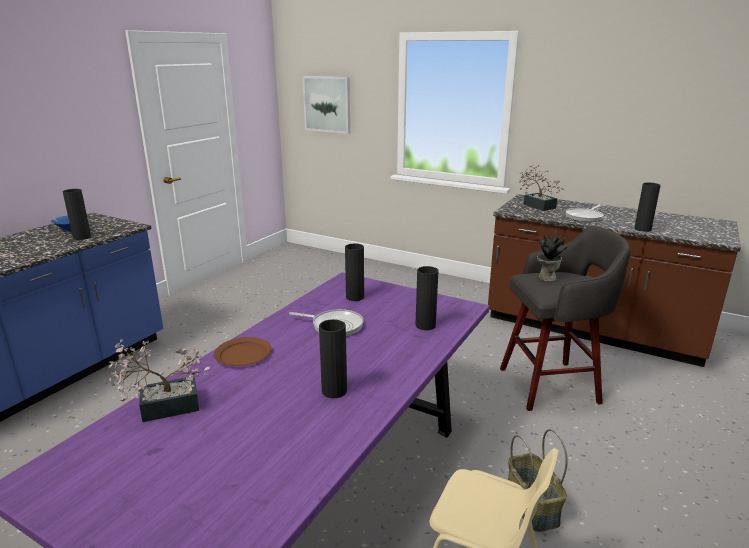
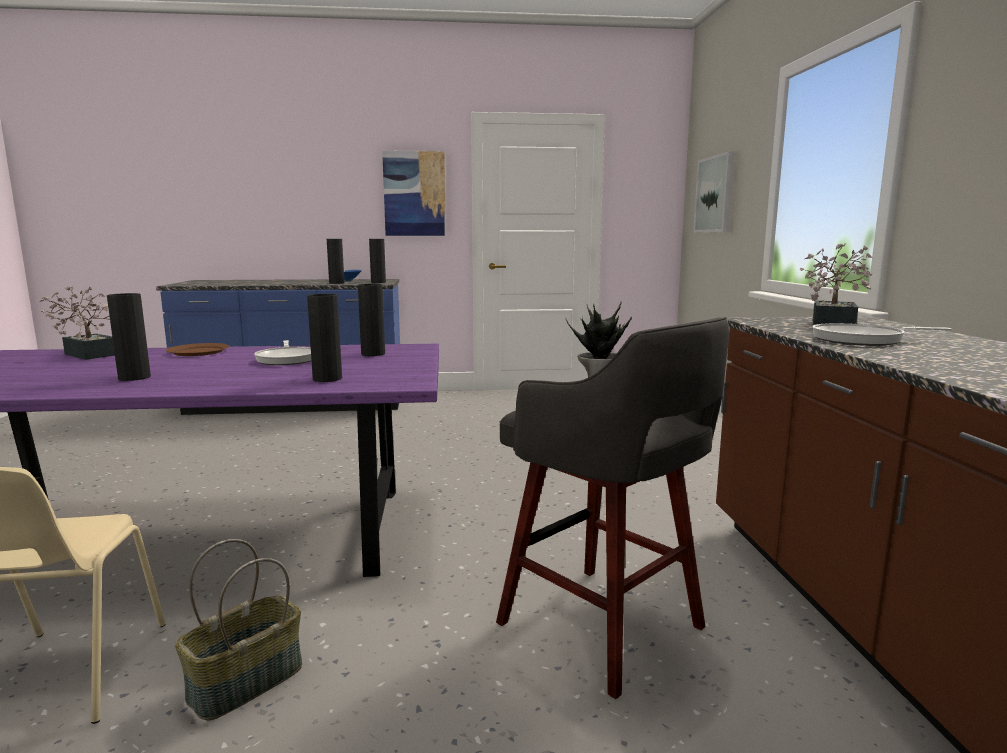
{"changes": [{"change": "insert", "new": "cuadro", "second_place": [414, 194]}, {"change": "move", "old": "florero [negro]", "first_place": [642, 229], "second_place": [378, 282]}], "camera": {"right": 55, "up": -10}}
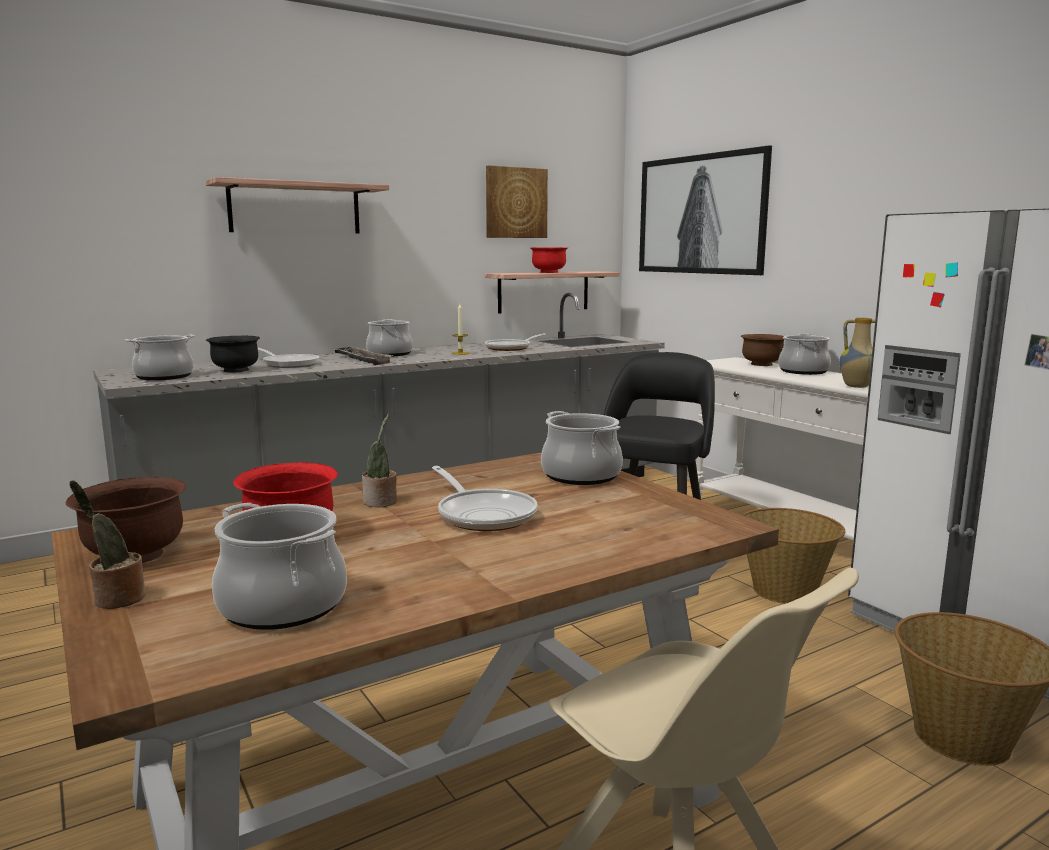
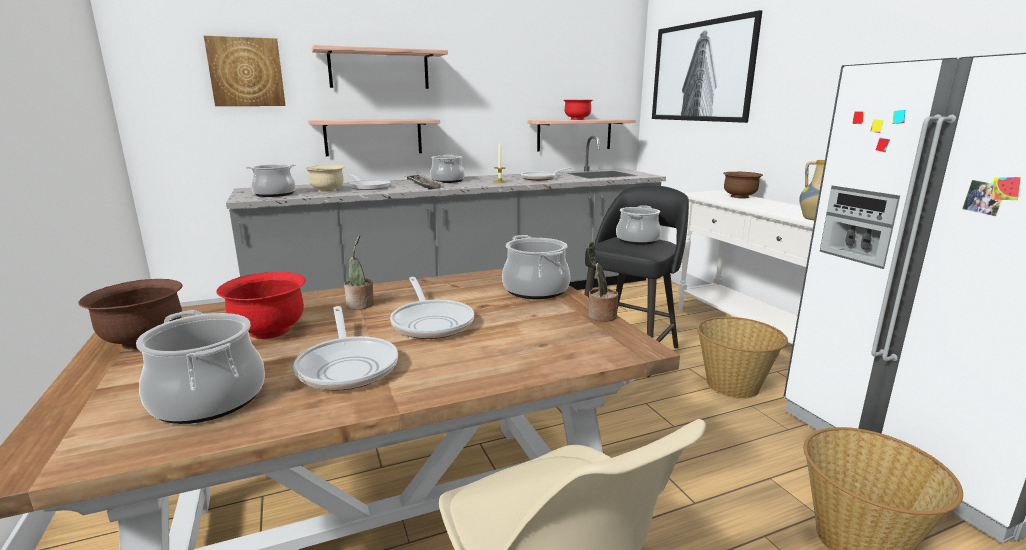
{"changes": [{"change": "insert", "new": "sartén", "second_place": [348, 366]}, {"change": "insert", "new": "estante", "second_place": [373, 137]}, {"change": "move", "old": "planta en maceta", "first_place": [116, 599], "second_place": [600, 316]}, {"change": "move", "old": "cuadro", "first_place": [515, 203], "second_place": [246, 72]}, {"change": "move", "old": "olla", "first_place": [803, 371], "second_place": [637, 240]}, {"change": "recolor", "old": "cuenco [negro]", "new": "cuenco [beis]", "first_place": [235, 370], "second_place": [327, 191]}], "camera": {"right": 10, "up": 5}}
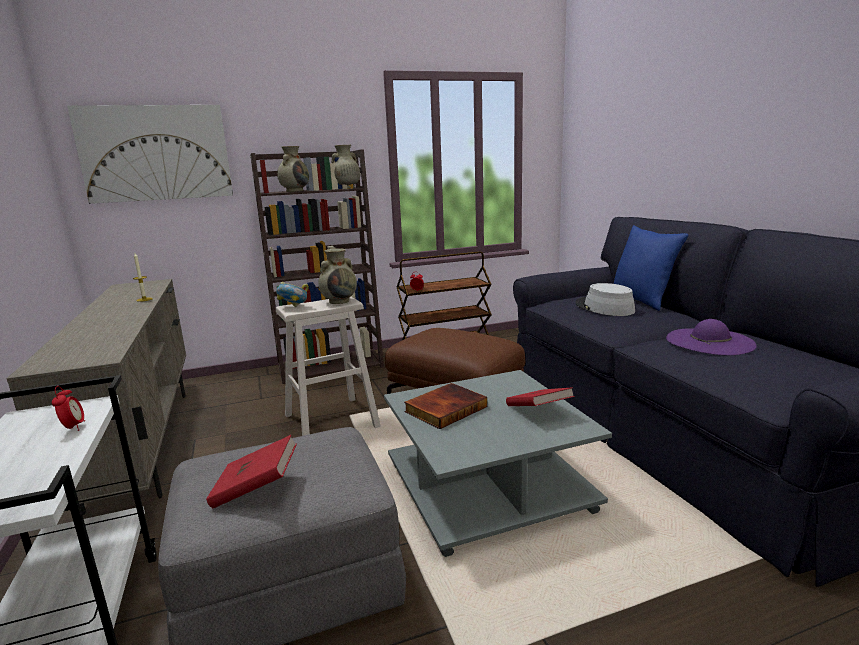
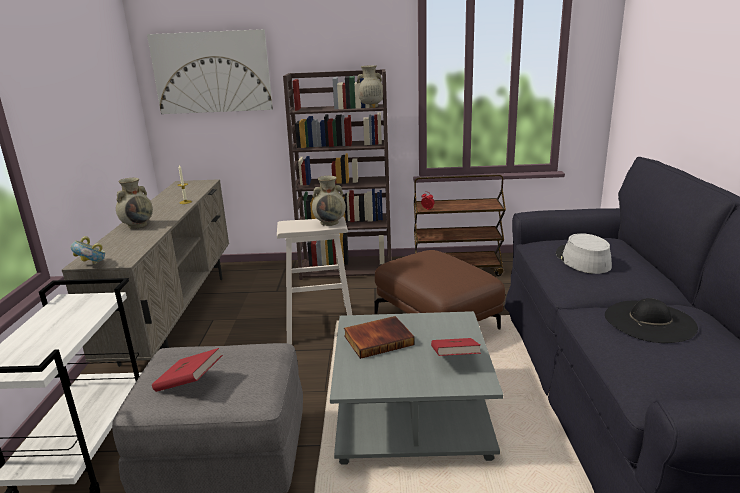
{"changes": [{"change": "delete", "old": "despertador", "first_place": [73, 427]}, {"change": "delete", "old": "cojín [azul]", "first_place": [642, 301]}, {"change": "move", "old": "cuenco", "first_place": [293, 307], "second_place": [92, 265]}, {"change": "move", "old": "florero [beis]", "first_place": [295, 191], "second_place": [138, 225]}, {"change": "recolor", "old": "sombrero [morado]", "new": "sombrero [negro]", "first_place": [709, 341], "second_place": [649, 321]}], "camera": {"right": 20, "up": 5}}
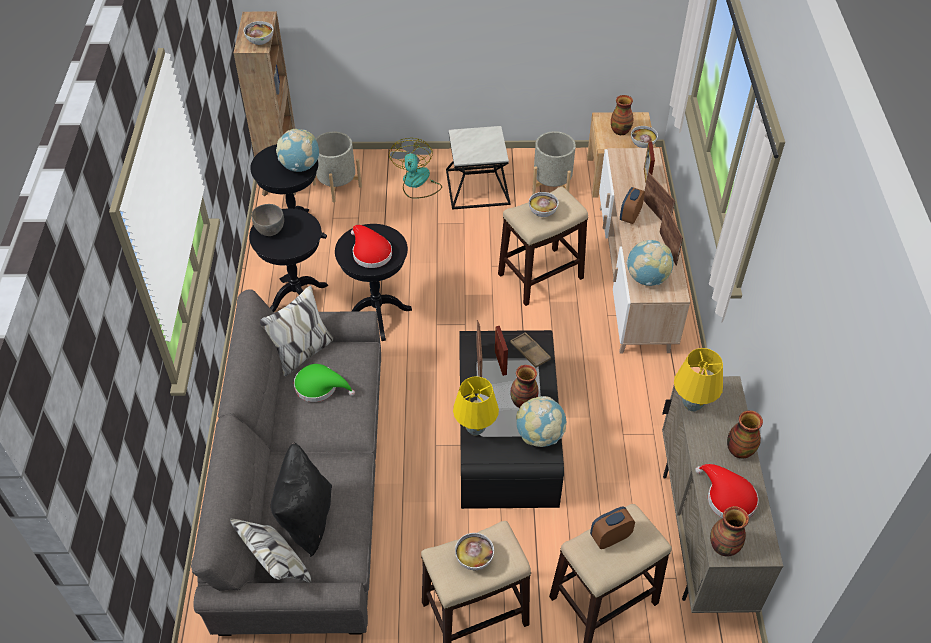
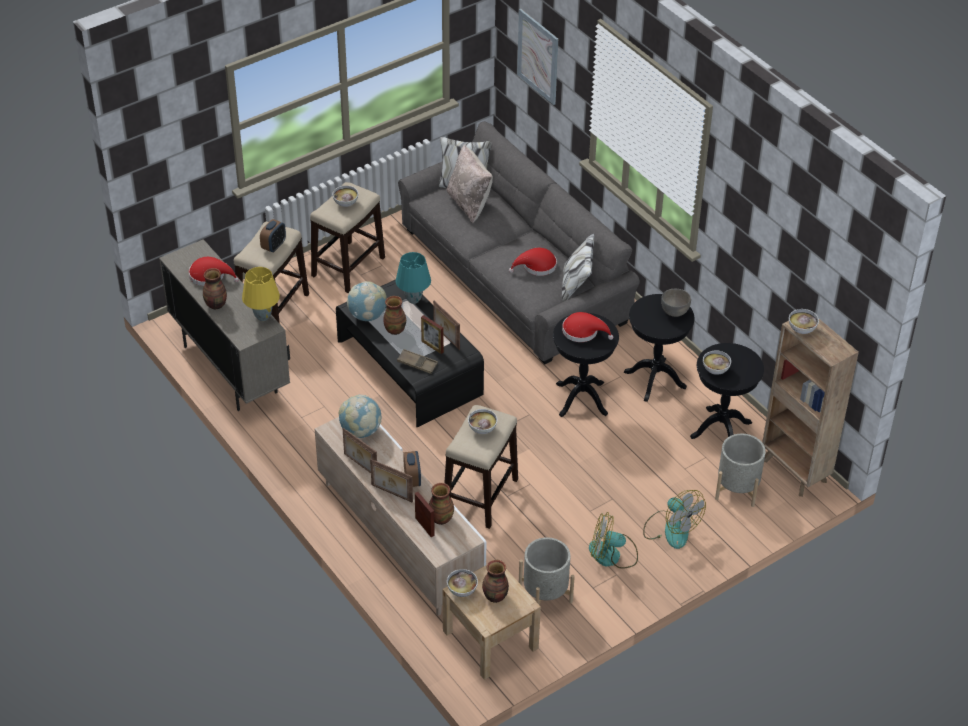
{"changes": [{"change": "insert", "new": "cuadro", "second_place": [538, 56]}, {"change": "move", "old": "florero", "first_place": [724, 547], "second_place": [440, 518]}, {"change": "replace", "old": "globo terráqueo", "new": "cuenco", "first_place": [300, 166], "second_place": [715, 370]}, {"change": "replace", "old": "mesa auxiliar", "new": "ventilador", "first_place": [478, 187], "second_place": [612, 555]}, {"change": "recolor", "old": "cojín [negro]", "new": "cojín [beis]", "first_place": [306, 518], "second_place": [469, 204]}, {"change": "recolor", "old": "sombrero [verde]", "new": "sombrero [rojo]", "first_place": [320, 386], "second_place": [536, 266]}, {"change": "recolor", "old": "lámpara de mesa [amarillo]", "new": "lámpara de mesa [turquesa]", "first_place": [476, 429], "second_place": [413, 300]}], "camera": {"right": 145, "up": -5}}
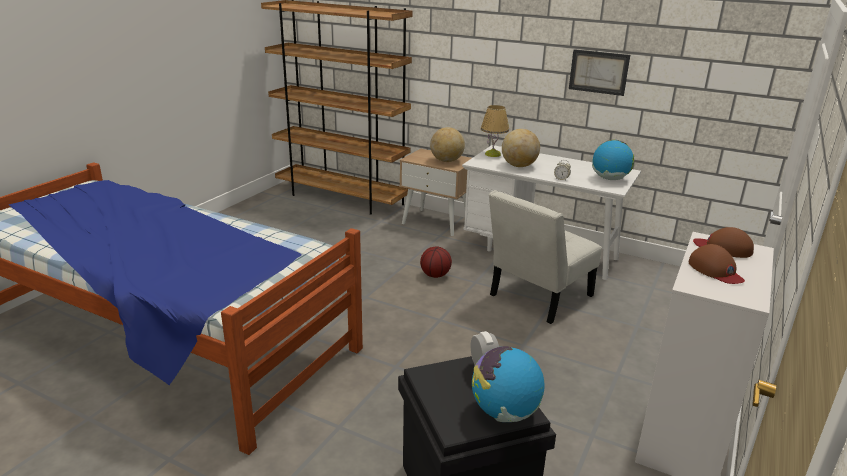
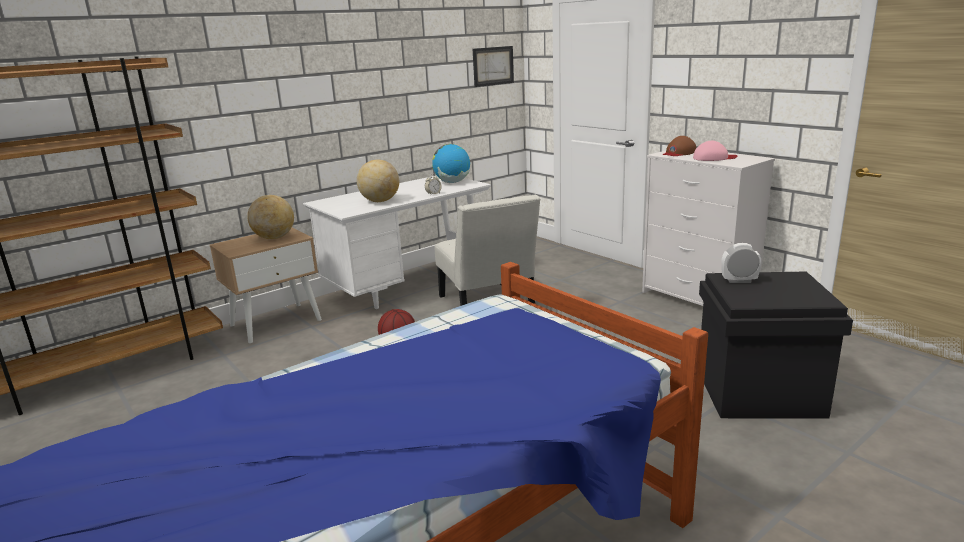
{"changes": [{"change": "delete", "old": "globo terráqueo", "first_place": [504, 412]}, {"change": "delete", "old": "lámpara de mesa", "first_place": [493, 154]}, {"change": "move", "old": "cuadro", "first_place": [598, 72], "second_place": [493, 66]}, {"change": "recolor", "old": "gorra [marrón]", "new": "gorra [rosa]", "first_place": [715, 270], "second_place": [714, 158]}], "camera": {"right": -65, "up": -5}}
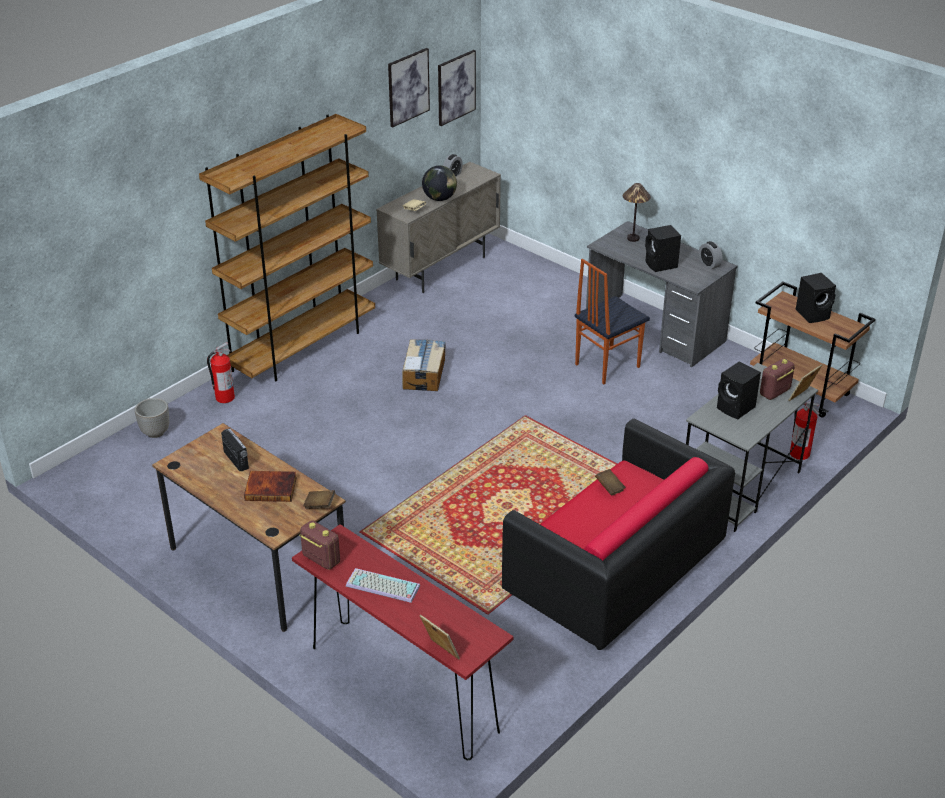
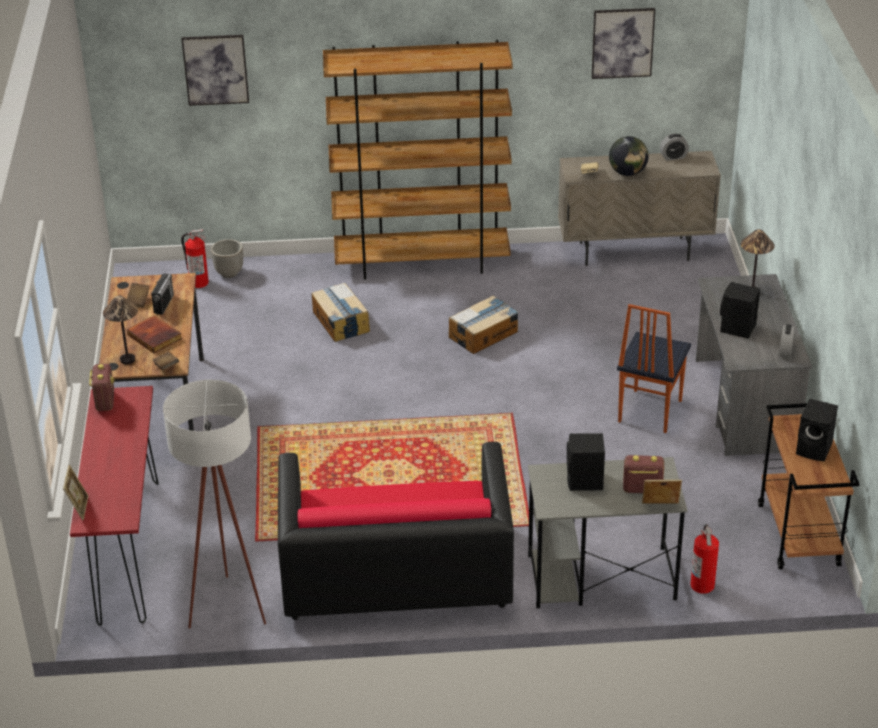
{"changes": [{"change": "delete", "old": "teclado", "first_place": [381, 586]}, {"change": "insert", "new": "lámpara de mesa", "second_place": [127, 359]}, {"change": "insert", "new": "lámpara de pie [blanco]", "second_place": [228, 602]}, {"change": "insert", "new": "caja de cartón", "second_place": [340, 322]}, {"change": "move", "old": "extintor", "first_place": [224, 397], "second_place": [198, 282]}, {"change": "move", "old": "cuadro", "first_place": [456, 87], "second_place": [215, 69]}, {"change": "move", "old": "libro [marrón]", "first_place": [609, 488], "second_place": [138, 301]}, {"change": "rotate", "old": "silla", "first_place": [606, 365], "second_place": [648, 411], "degrees": -75}], "camera": {"right": 45, "up": 0}}
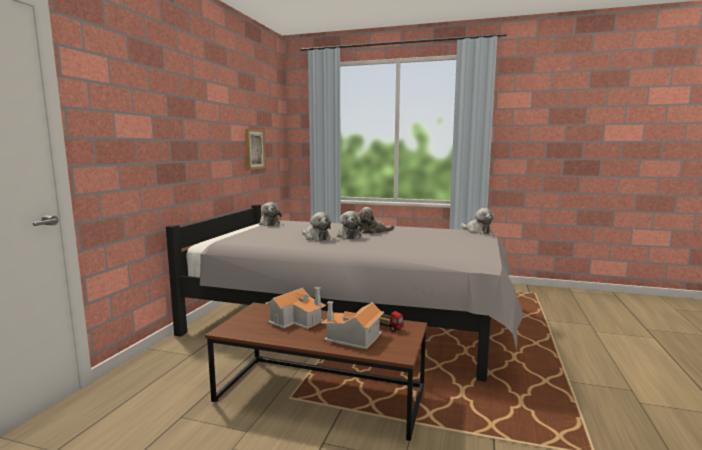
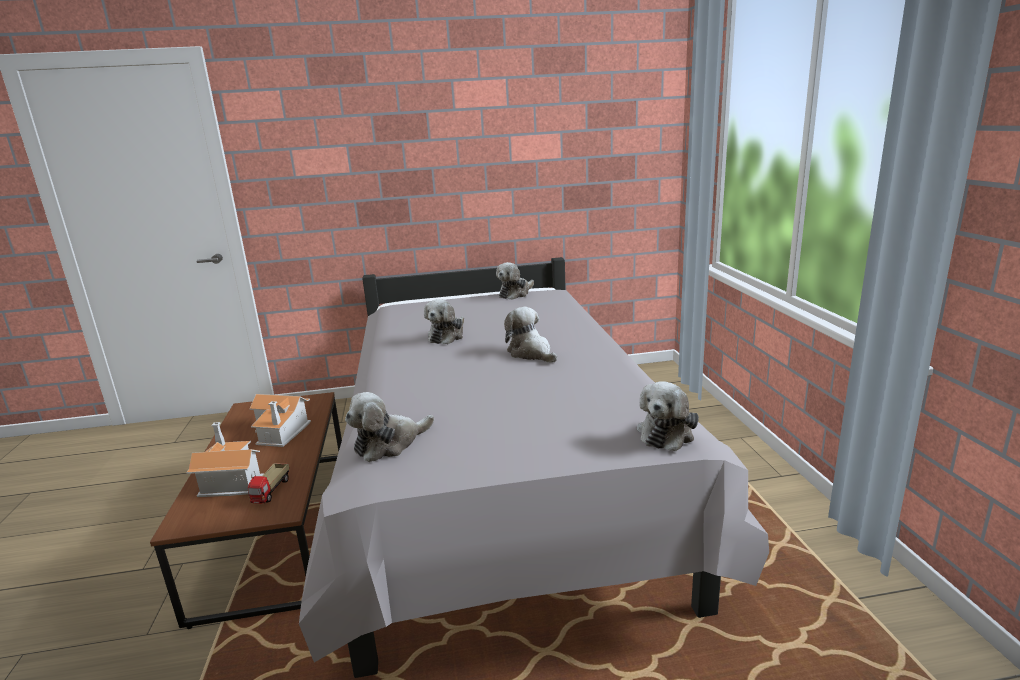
{"changes": [{"change": "delete", "old": "cuadro", "first_place": [254, 149]}, {"change": "move", "old": "peluche", "first_place": [348, 236], "second_place": [389, 444]}], "camera": {"right": 65, "up": 10}}
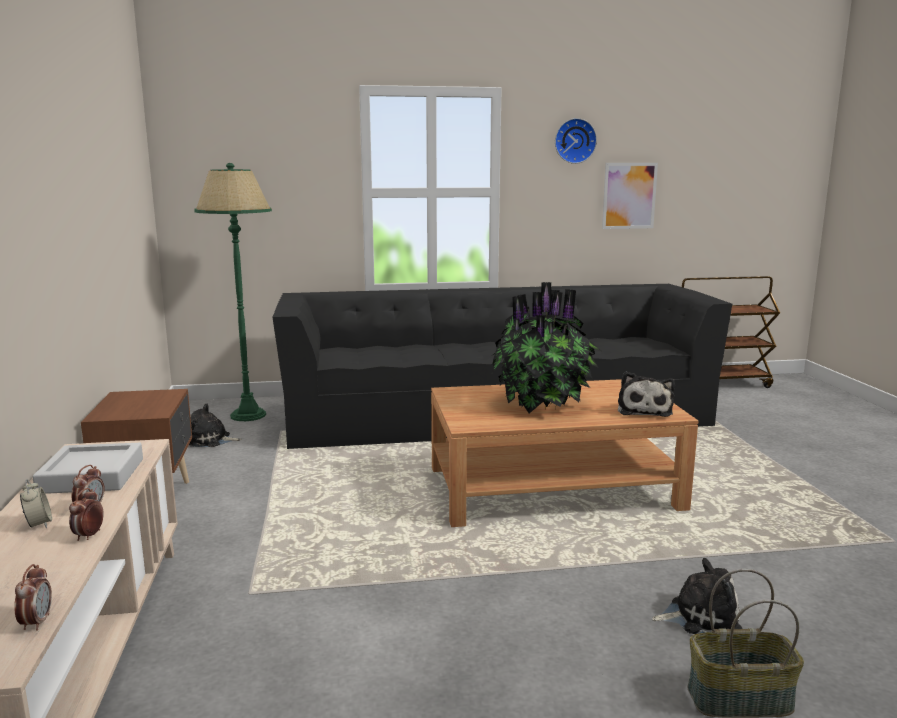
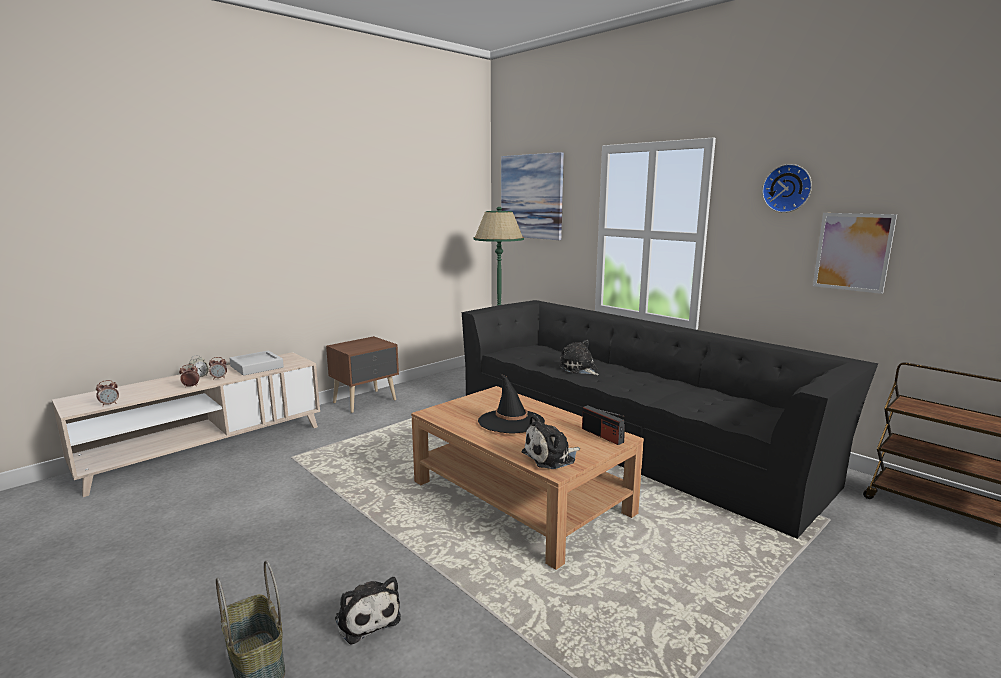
{"changes": [{"change": "insert", "new": "cuadro", "second_place": [531, 196]}, {"change": "insert", "new": "radio", "second_place": [602, 435]}, {"change": "move", "old": "peluche", "first_place": [210, 440], "second_place": [579, 369]}, {"change": "replace", "old": "planta en maceta", "new": "sombrero [negro]", "first_place": [543, 404], "second_place": [511, 422]}], "camera": {"right": 55, "up": 0}}
